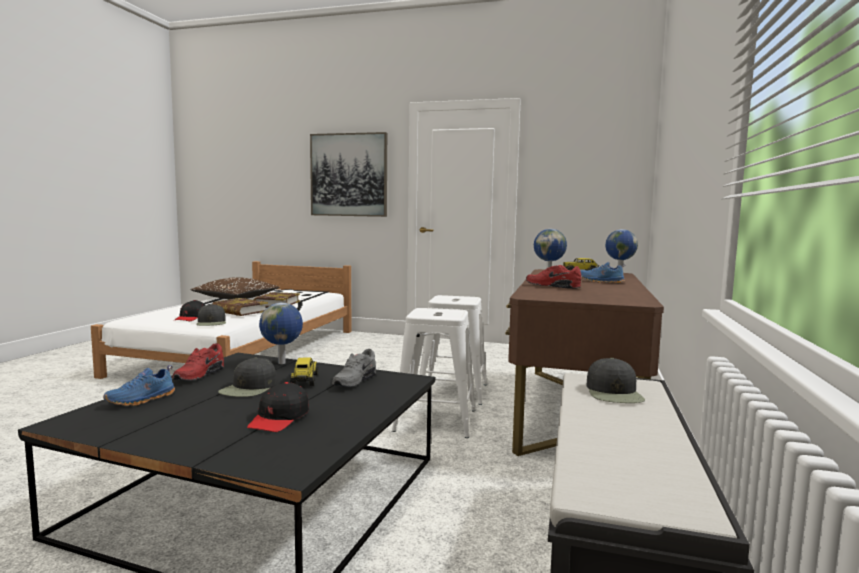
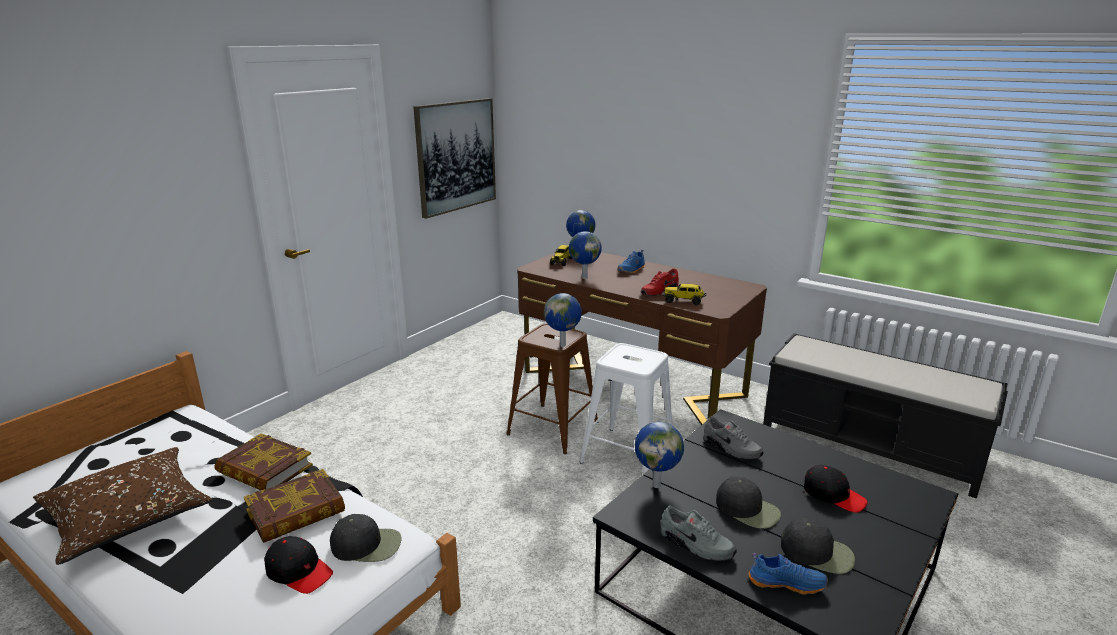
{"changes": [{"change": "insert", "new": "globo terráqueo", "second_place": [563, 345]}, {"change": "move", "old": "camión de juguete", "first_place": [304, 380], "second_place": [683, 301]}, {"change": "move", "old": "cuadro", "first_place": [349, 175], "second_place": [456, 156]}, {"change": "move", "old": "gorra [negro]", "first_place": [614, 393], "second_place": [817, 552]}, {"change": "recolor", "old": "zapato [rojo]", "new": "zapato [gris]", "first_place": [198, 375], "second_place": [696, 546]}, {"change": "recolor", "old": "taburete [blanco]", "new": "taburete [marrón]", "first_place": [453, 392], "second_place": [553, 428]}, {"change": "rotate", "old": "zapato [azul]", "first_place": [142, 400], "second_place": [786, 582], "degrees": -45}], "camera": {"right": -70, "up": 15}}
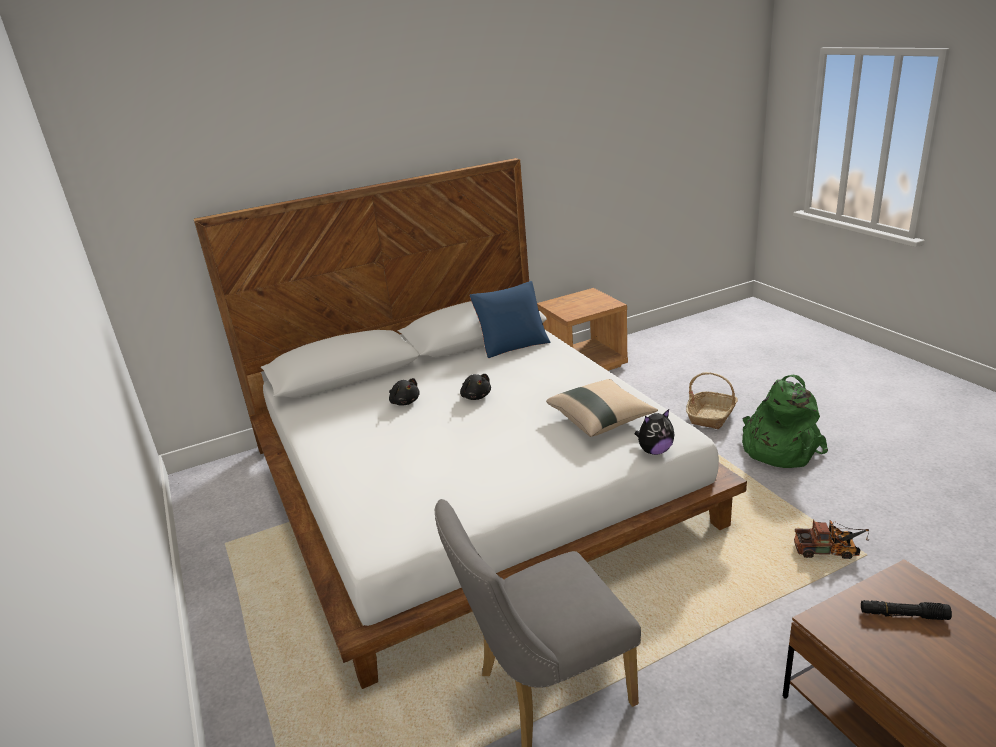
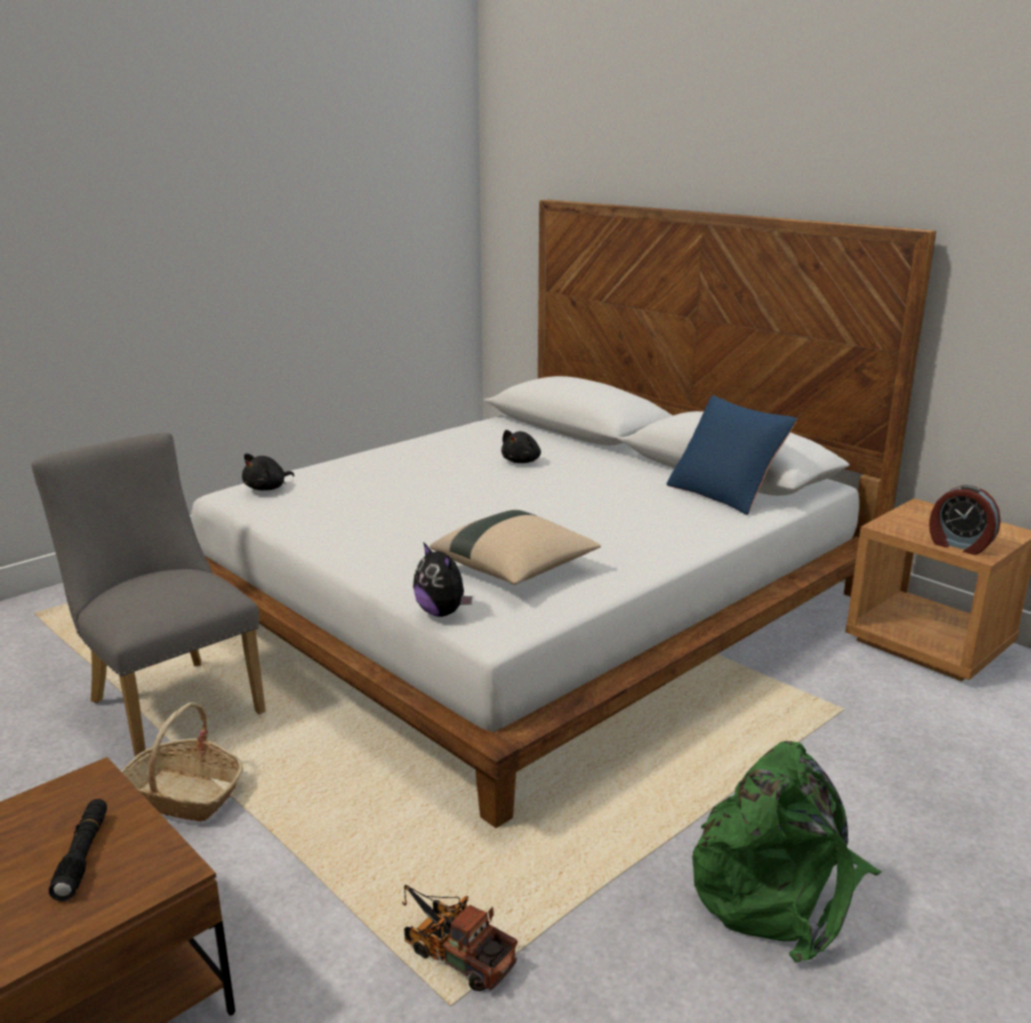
{"changes": [{"change": "insert", "new": "despertador", "second_place": [959, 545]}, {"change": "move", "old": "peluche [negro]", "first_place": [476, 396], "second_place": [267, 488]}, {"change": "move", "old": "cesta", "first_place": [711, 416], "second_place": [183, 796]}, {"change": "rotate", "old": "camión de juguete", "first_place": [830, 551], "second_place": [454, 953], "degrees": 135}], "camera": {"right": 70, "up": -5}}
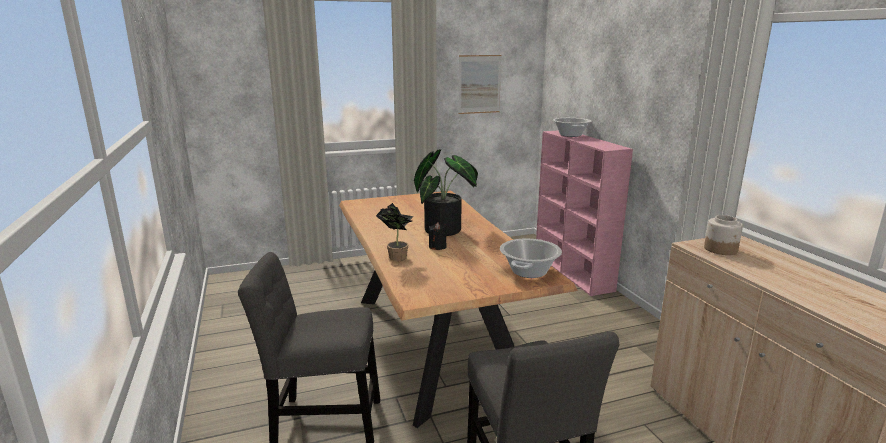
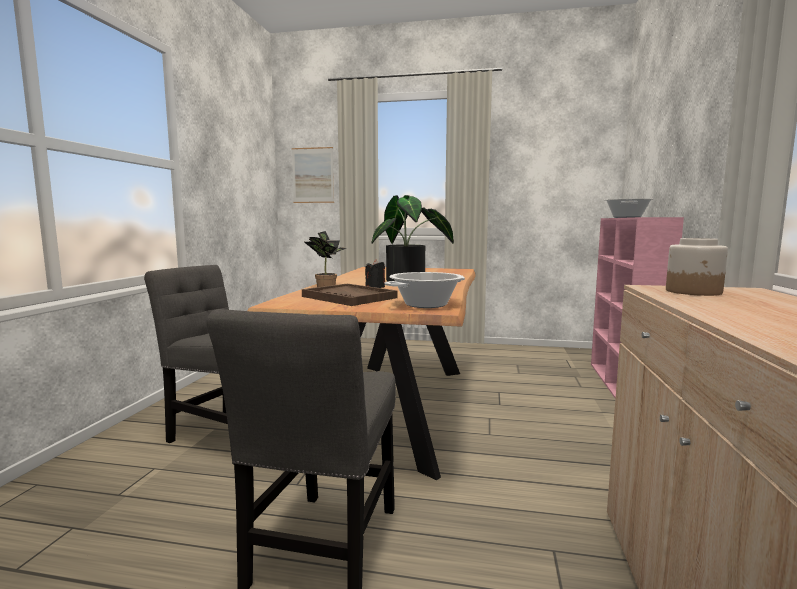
{"changes": [{"change": "insert", "new": "bandeja [marrón]", "second_place": [349, 297]}, {"change": "move", "old": "cuadro", "first_place": [479, 84], "second_place": [313, 175]}], "camera": {"right": 30, "up": -10}}
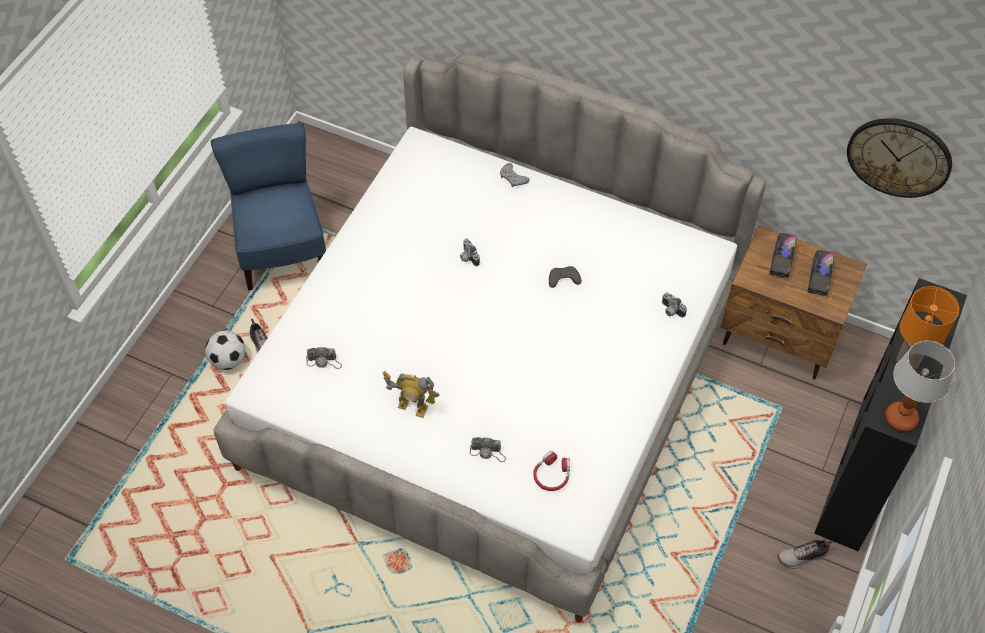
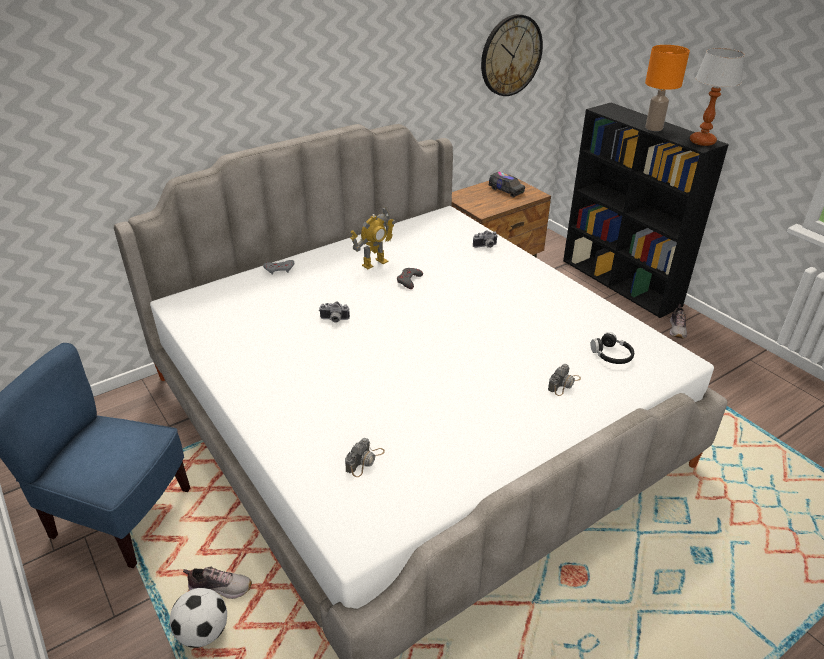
{"changes": [{"change": "delete", "old": "camión de juguete", "first_place": [781, 260]}, {"change": "move", "old": "robot de juguete", "first_place": [412, 407], "second_place": [374, 263]}, {"change": "recolor", "old": "auriculares [rojo]", "new": "auriculares [negro]", "first_place": [552, 475], "second_place": [611, 355]}], "camera": {"right": -60, "up": -20}}
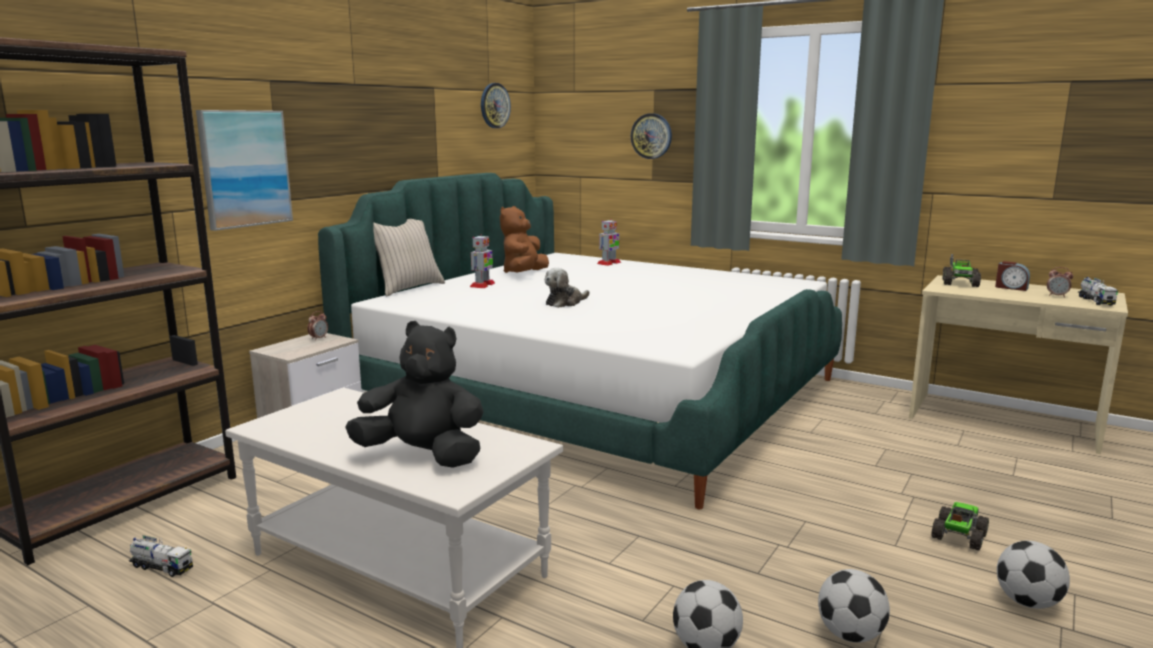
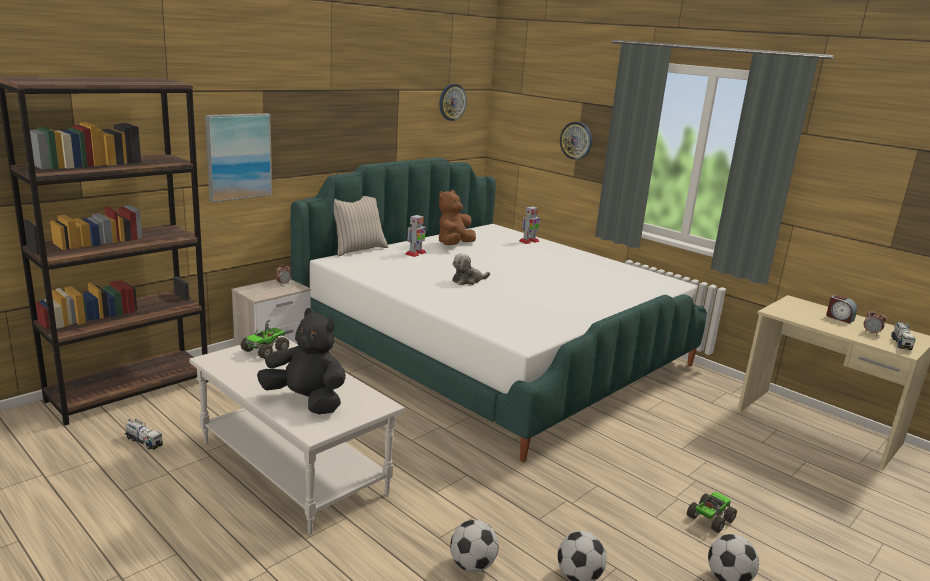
{"changes": [{"change": "move", "old": "camión de juguete", "first_place": [960, 283], "second_place": [266, 350]}], "camera": {"right": 10, "up": 5}}
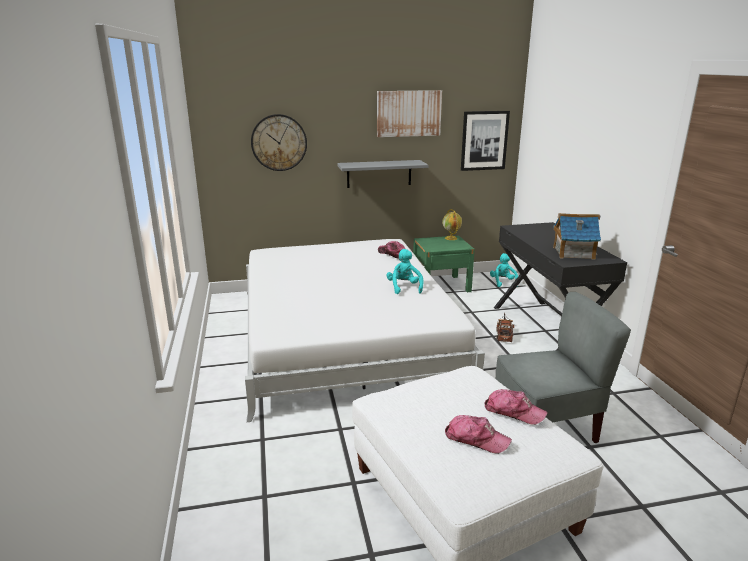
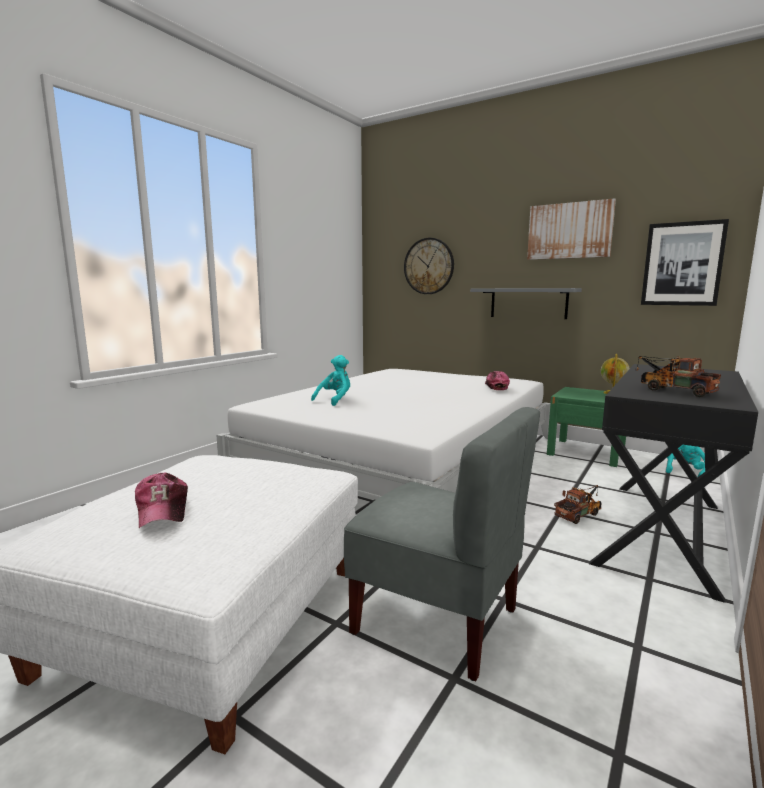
{"changes": [{"change": "delete", "old": "gorra", "first_place": [514, 412]}, {"change": "move", "old": "peluche [turquesa]", "first_place": [404, 287], "second_place": [335, 400]}, {"change": "replace", "old": "casita", "new": "camión de juguete", "first_place": [573, 253], "second_place": [672, 390]}], "camera": {"right": 45, "up": -10}}
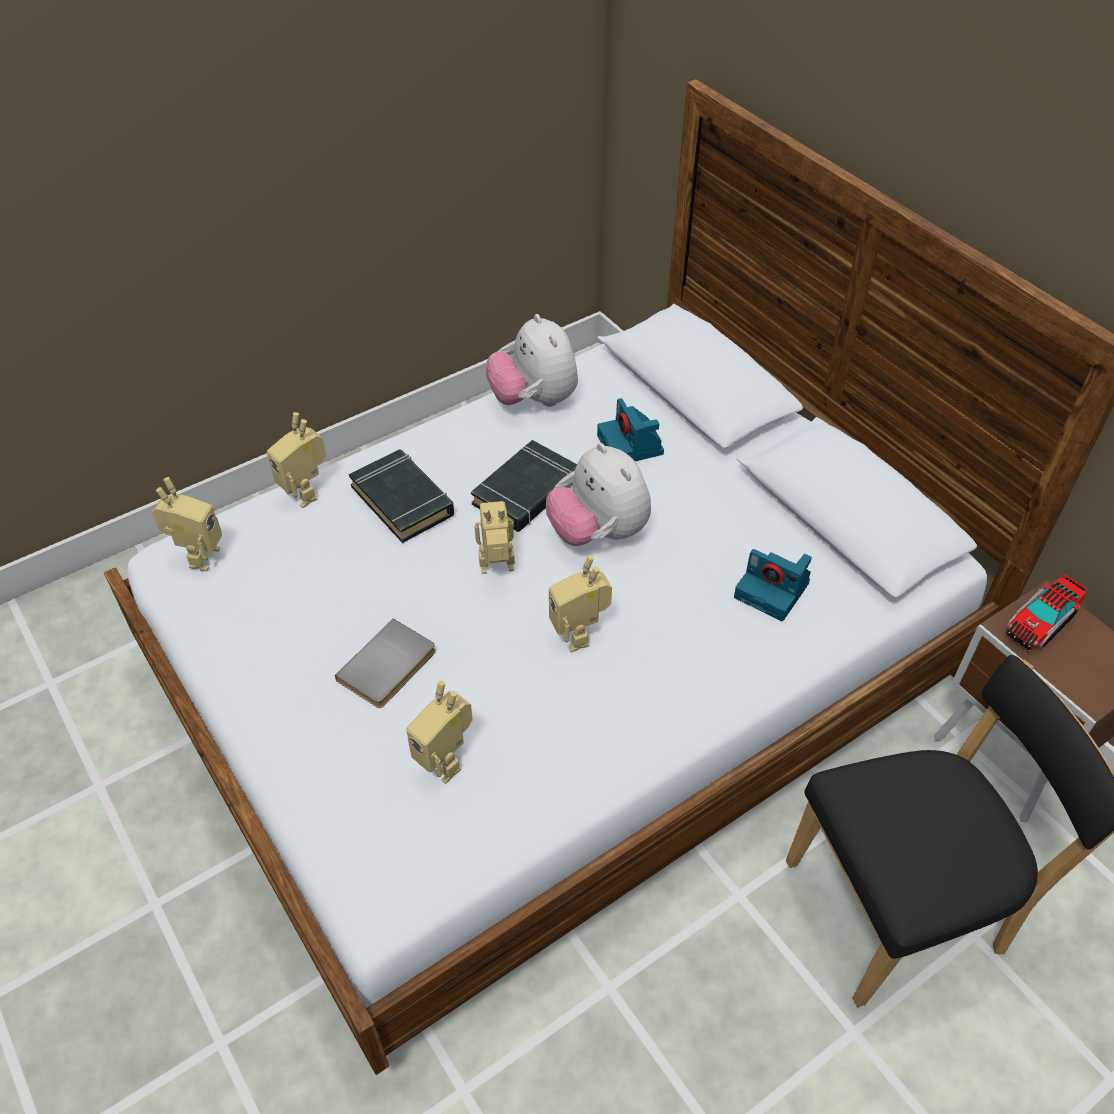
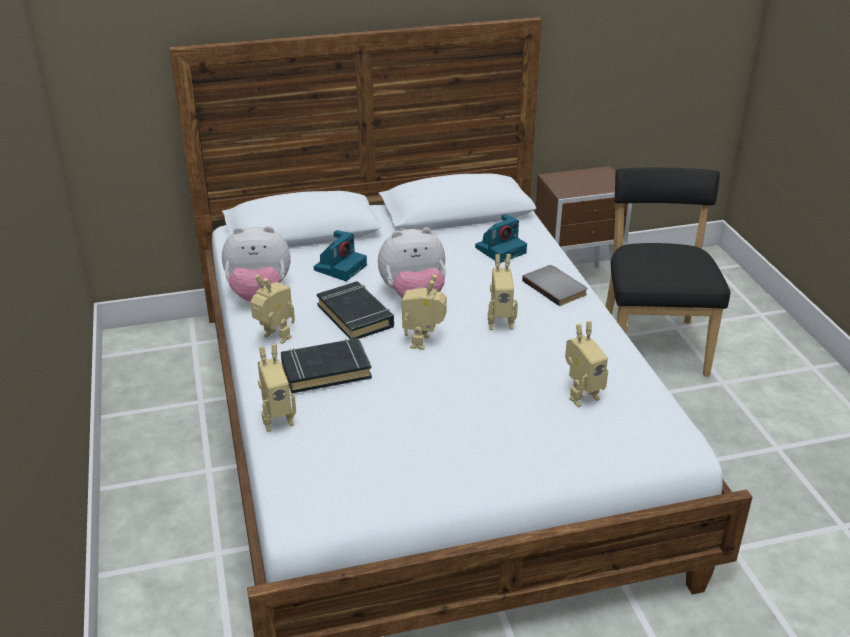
{"changes": [{"change": "delete", "old": "camión de juguete", "first_place": [1040, 622]}, {"change": "move", "old": "robot de juguete", "first_place": [199, 557], "second_place": [274, 338]}, {"change": "move", "old": "libro [gris]", "first_place": [389, 667], "second_place": [556, 287]}, {"change": "rotate", "old": "cámara", "first_place": [631, 445], "second_place": [340, 267], "degrees": -60}], "camera": {"right": -70, "up": -15}}
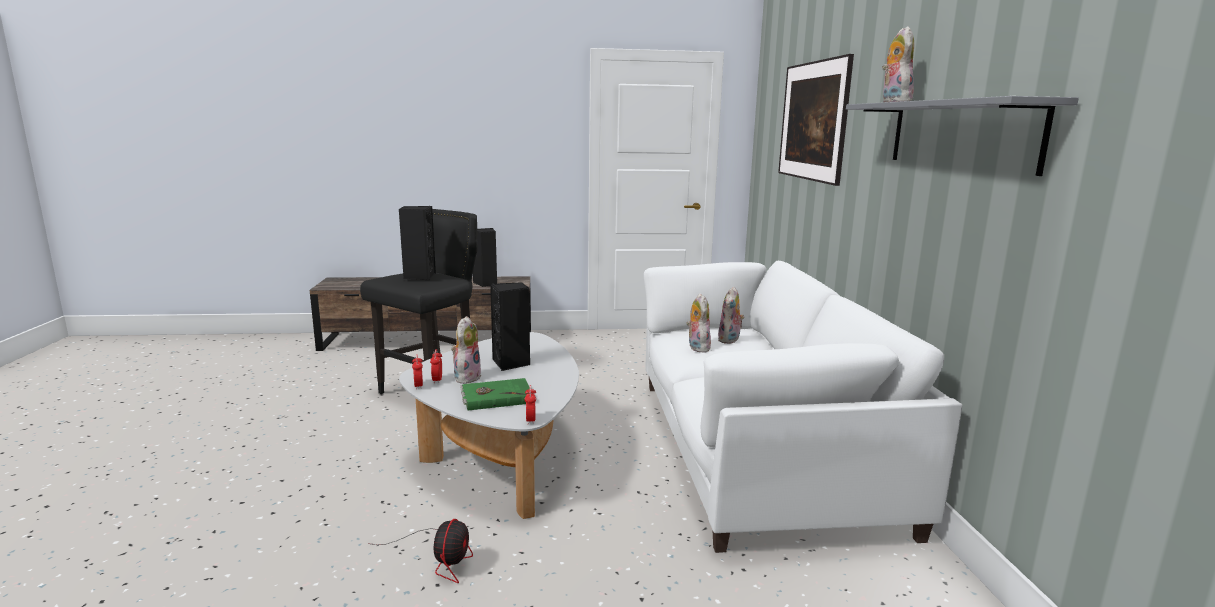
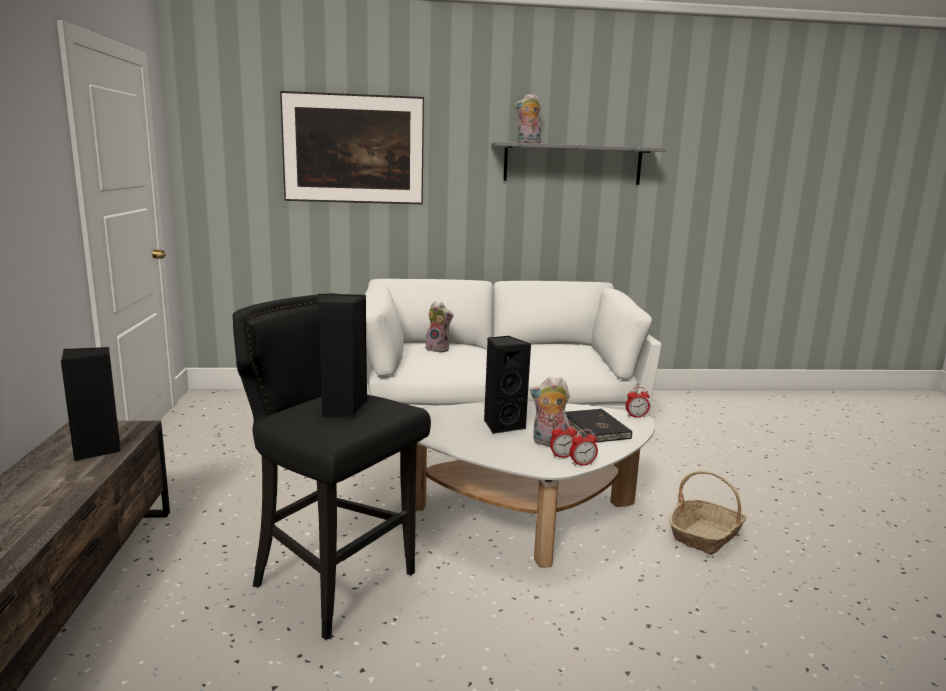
{"changes": [{"change": "delete", "old": "peluche", "first_place": [697, 347]}, {"change": "replace", "old": "ventilador", "new": "cesta", "first_place": [442, 557], "second_place": [705, 535]}, {"change": "recolor", "old": "libro [verde]", "new": "libro [negro]", "first_place": [496, 397], "second_place": [594, 429]}], "camera": {"right": -90, "up": 0}}
